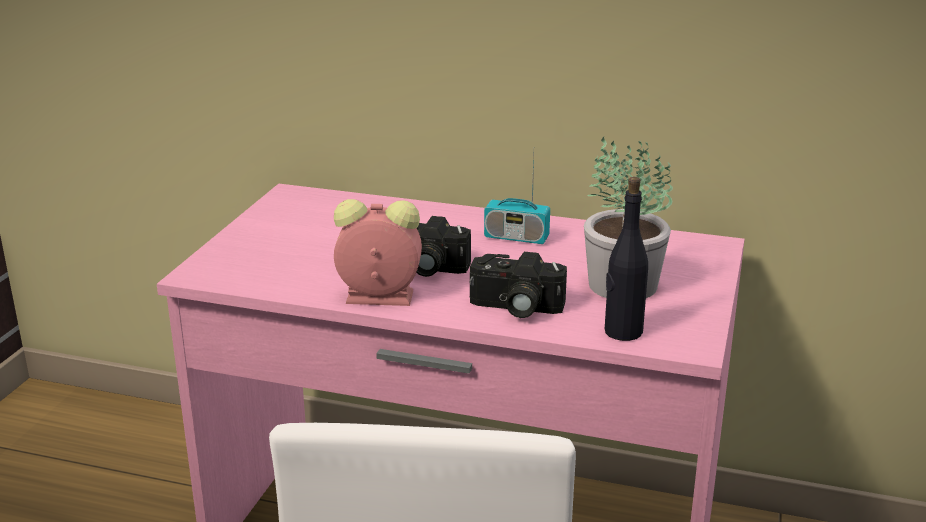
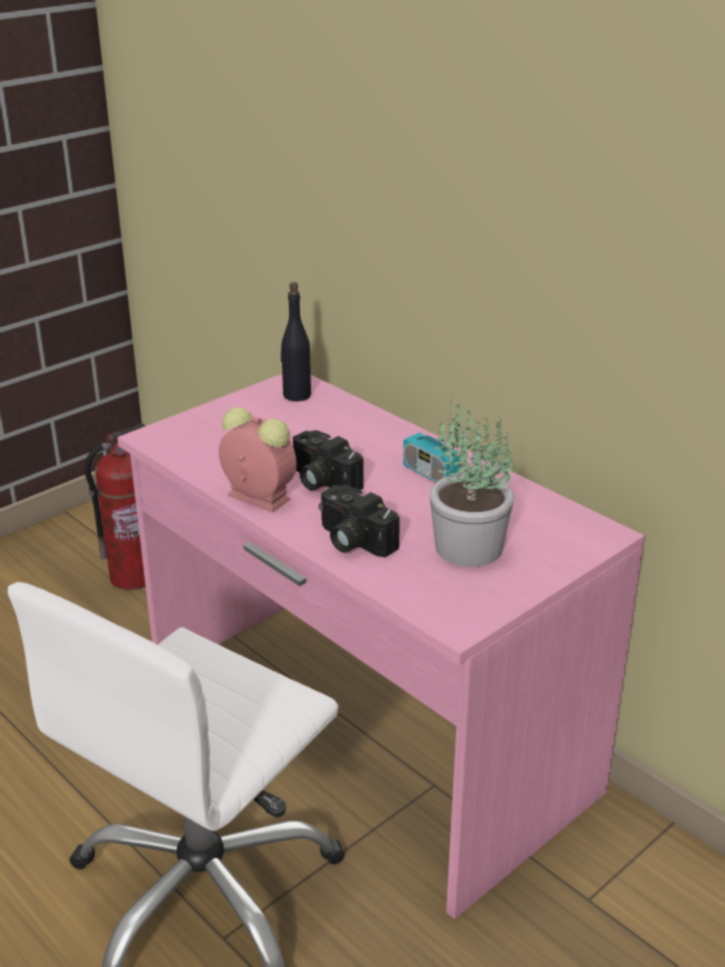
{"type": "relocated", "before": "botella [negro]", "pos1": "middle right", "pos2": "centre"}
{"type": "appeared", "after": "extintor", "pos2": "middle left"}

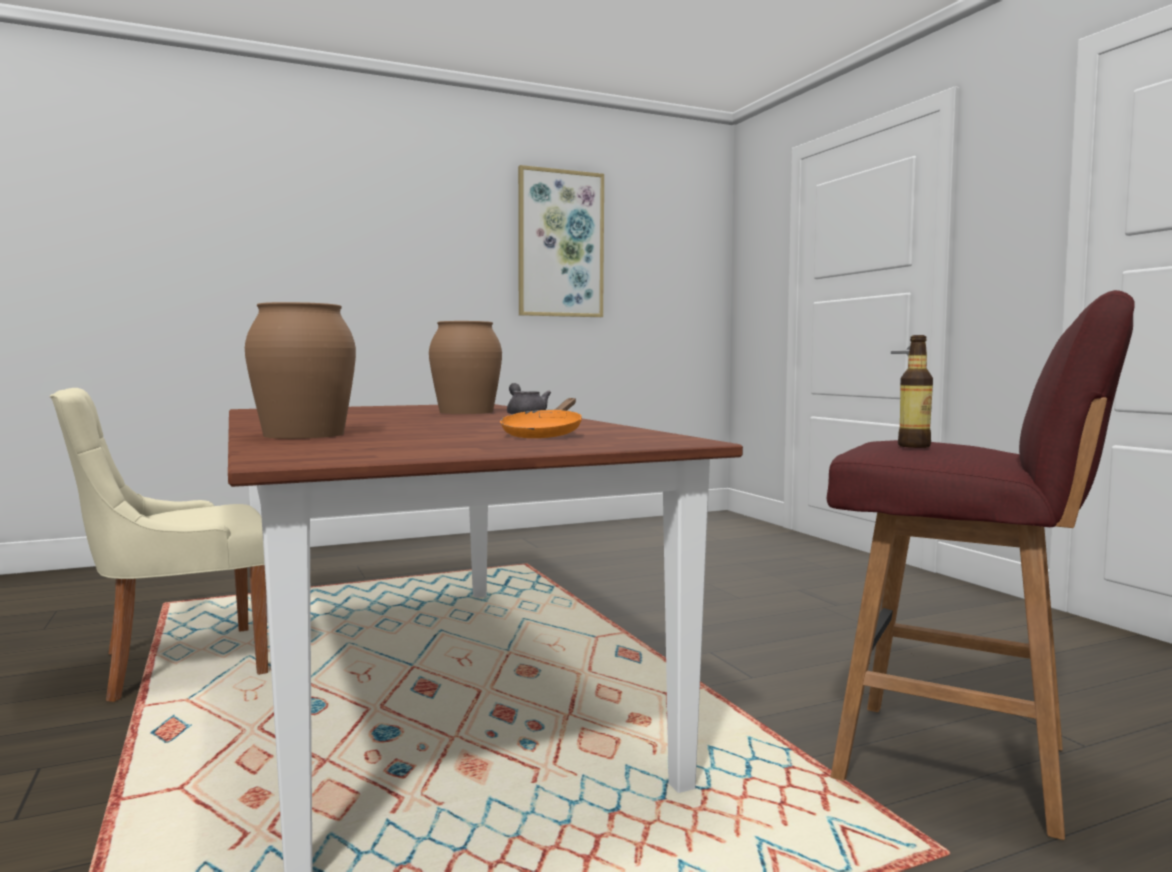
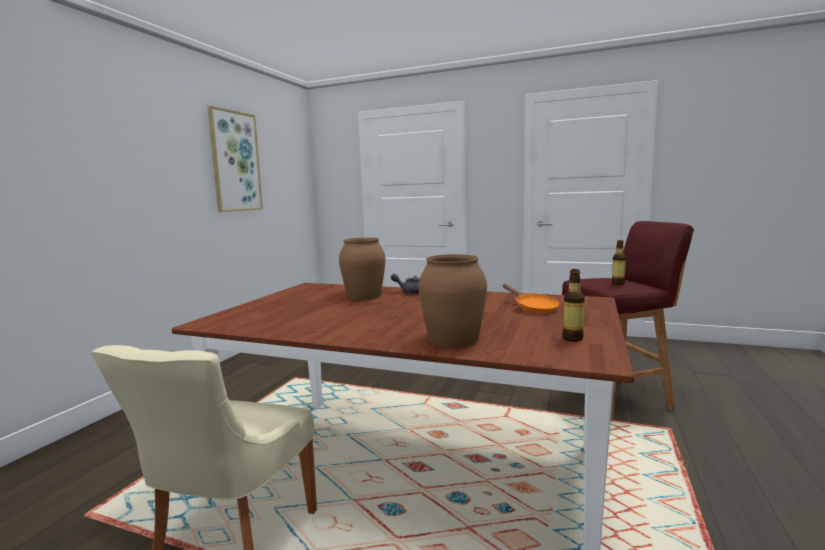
{"type": "appeared", "after": "botella (no. 1 from left)", "pos2": "middle right"}

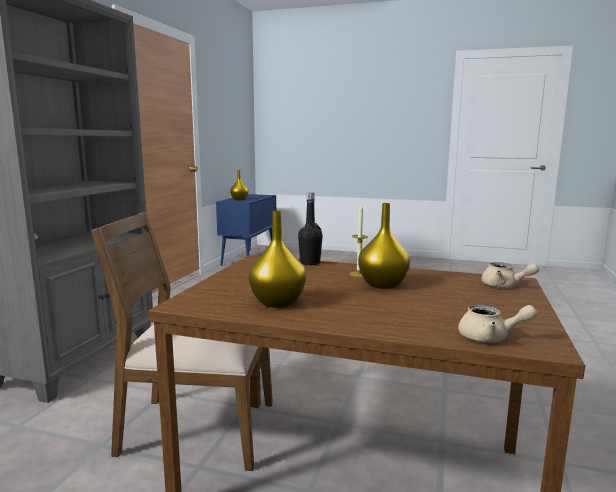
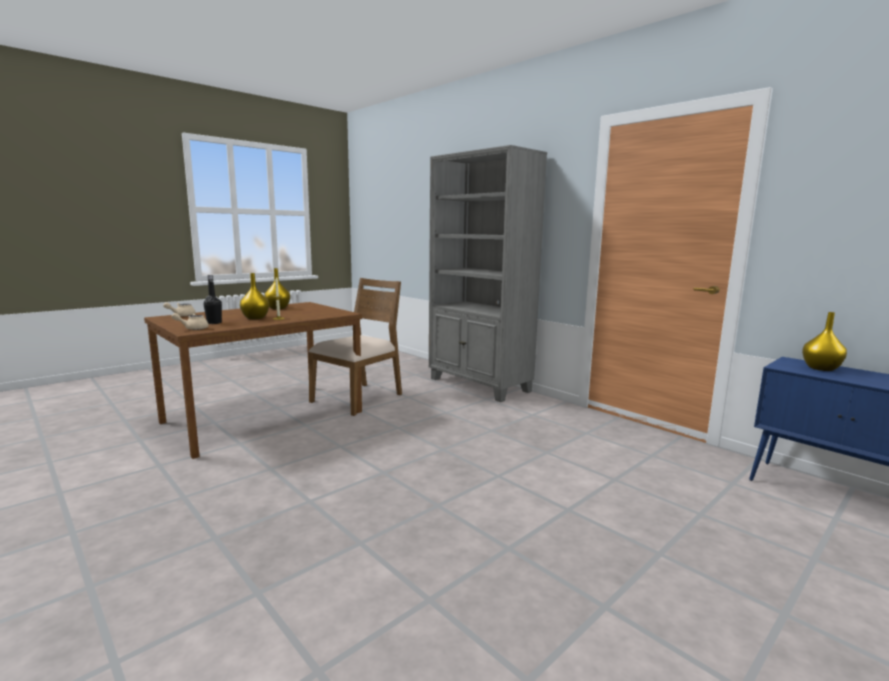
{"type": "relocated", "before": "botella [negro]", "pos1": "centre", "pos2": "middle left"}

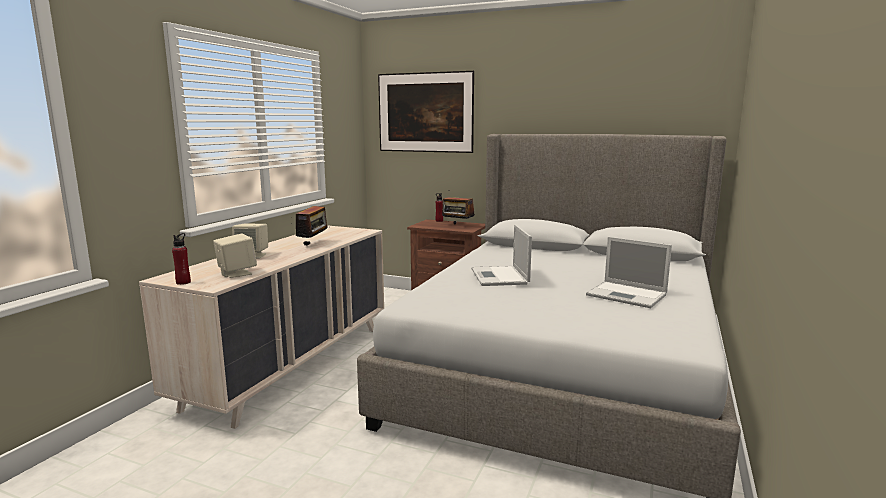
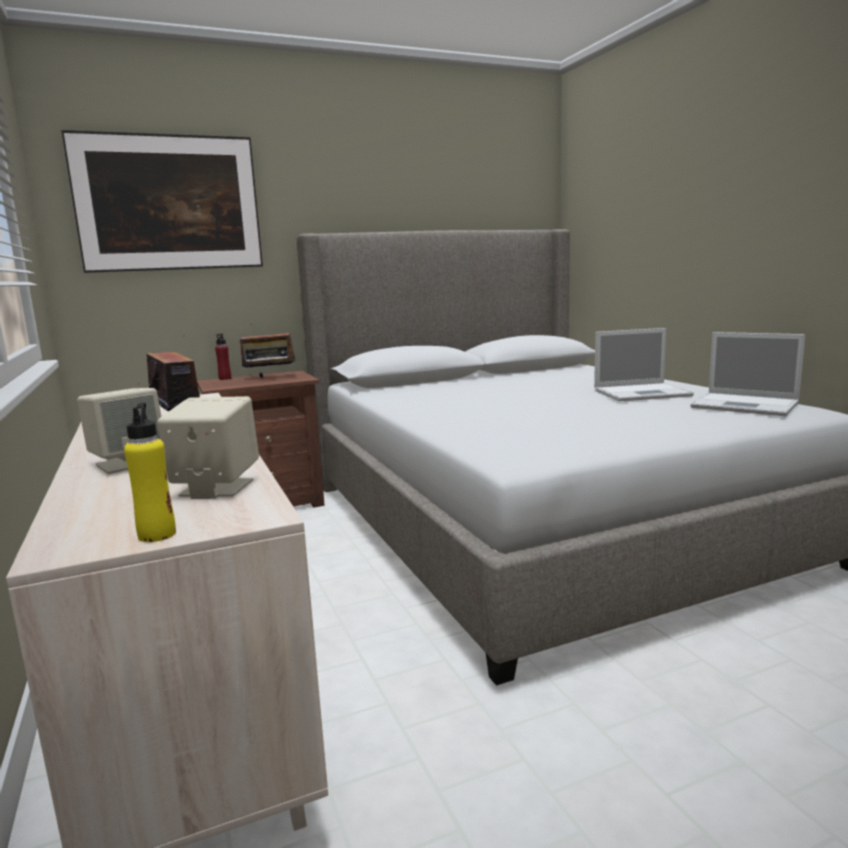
{"type": "relocated", "before": "portátil (no. 1 from left in the first image)", "after": "portátil (no. 2 from left)", "pos1": "centre", "pos2": "middle right"}
{"type": "colour", "before": "botella [rojo] (no. 1 from left)", "after": "botella [amarillo]", "pos1": "middle left", "pos2": "middle left"}

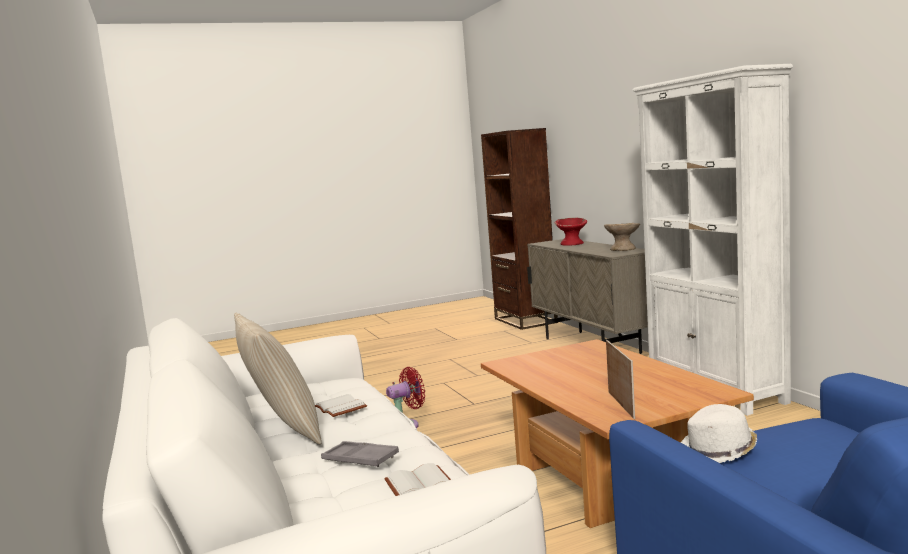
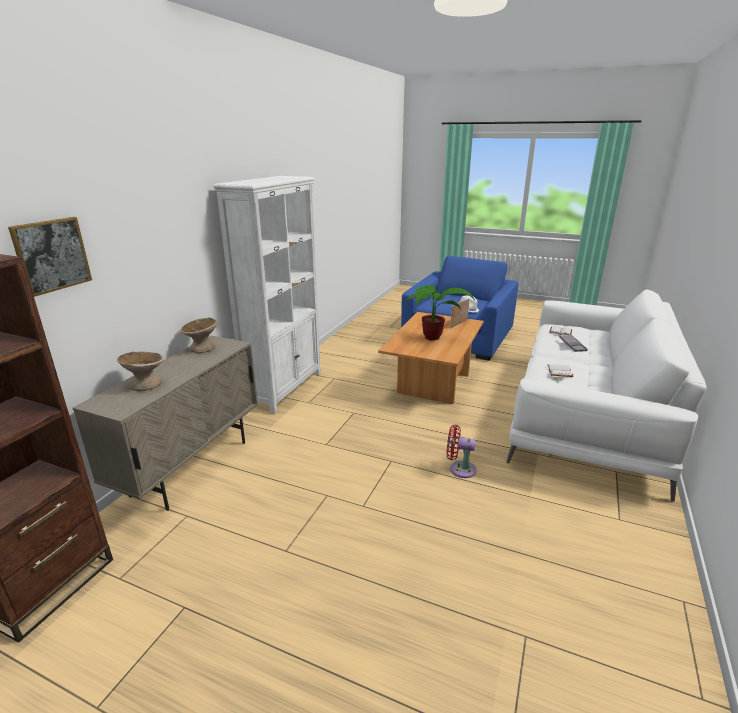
{"type": "colour", "before": "cuenco [rojo]", "after": "cuenco [beis] (no. 1 from left)", "pos1": "centre", "pos2": "middle left"}
{"type": "missing", "before": "cojín [beis]", "pos1": "bottom left"}
{"type": "appeared", "after": "cuadro", "pos2": "middle left"}
{"type": "appeared", "after": "planta en maceta", "pos2": "centre"}

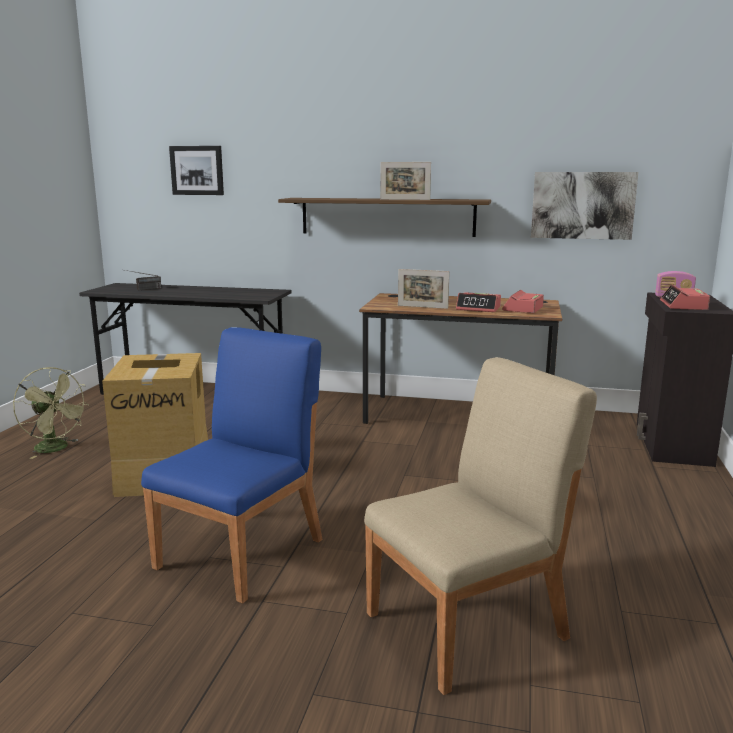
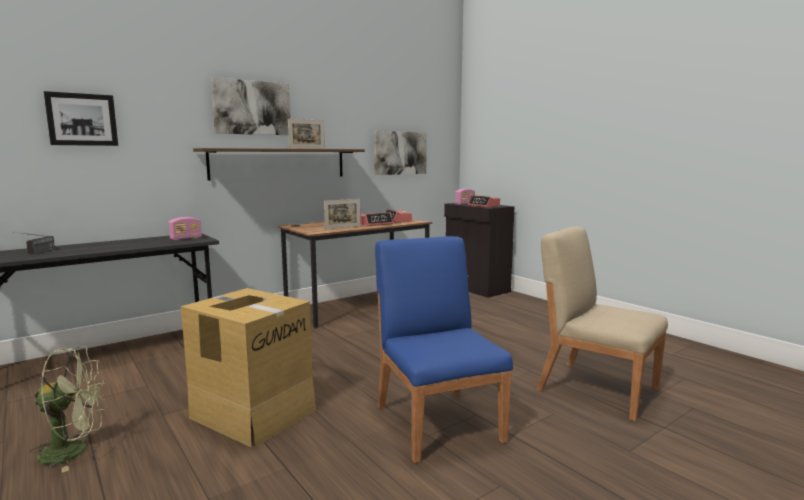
{"type": "spun", "before": "silla [beis]", "pos1": "bottom centre", "pos2": "middle right", "turn": -60}
{"type": "appeared", "after": "cuadro (no. 2 from left)", "pos2": "top left"}
{"type": "appeared", "after": "radio (no. 2 from left)", "pos2": "middle left"}

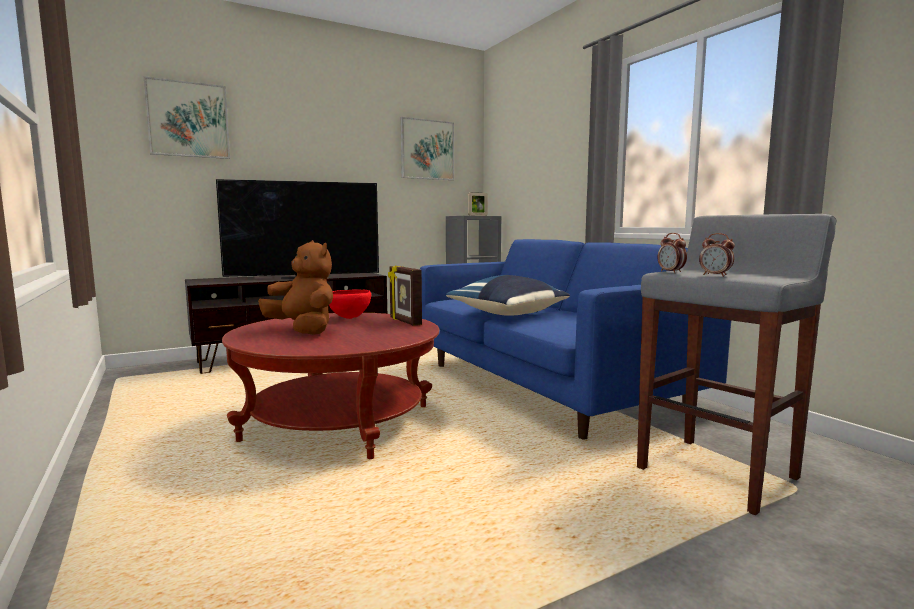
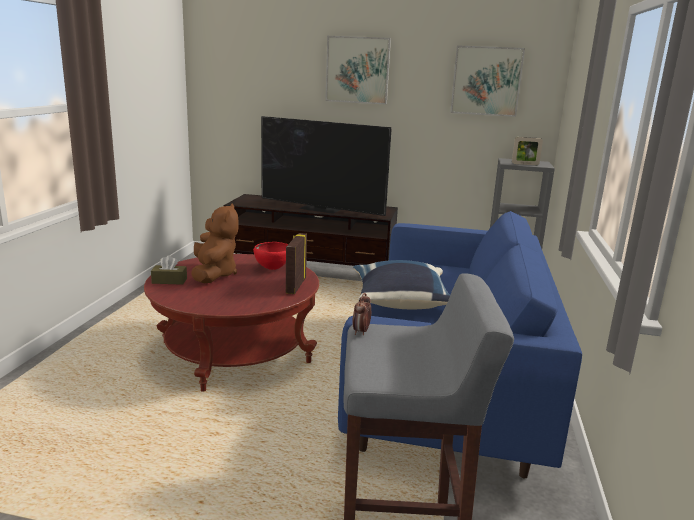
{"type": "relocated", "before": "cuadro (no. 1 from left)", "pos1": "top left", "pos2": "top centre"}
{"type": "missing", "before": "despertador (no. 2 from left)", "pos1": "middle right"}
{"type": "appeared", "after": "caja de pañuelos [marrón]", "pos2": "middle left"}

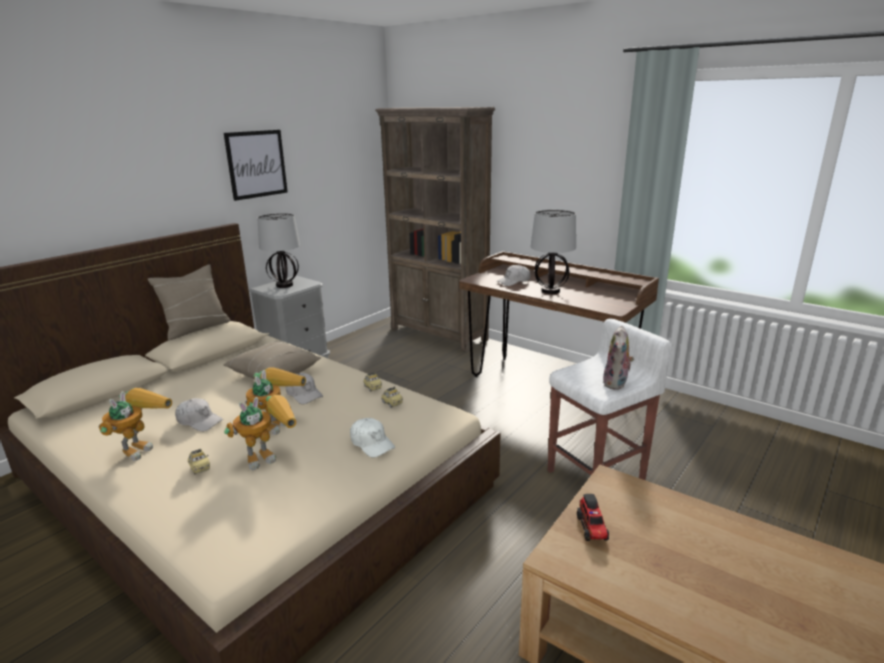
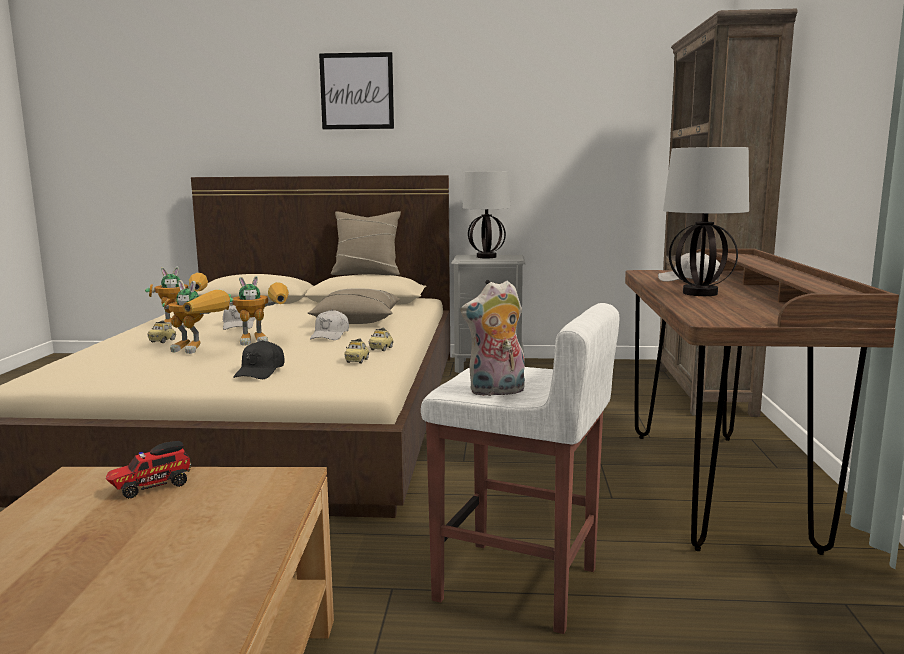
{"type": "relocated", "before": "cuadro", "pos1": "top left", "pos2": "top centre"}
{"type": "colour", "before": "gorra [blanco] (no. 3 from left)", "after": "gorra [negro]", "pos1": "centre", "pos2": "middle left"}

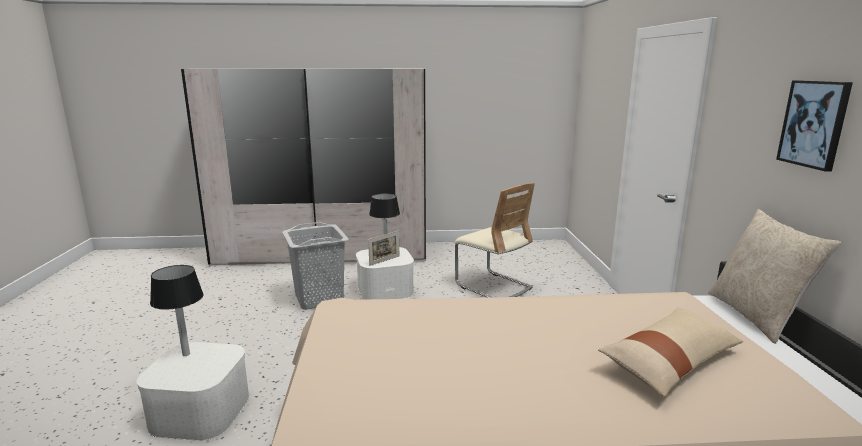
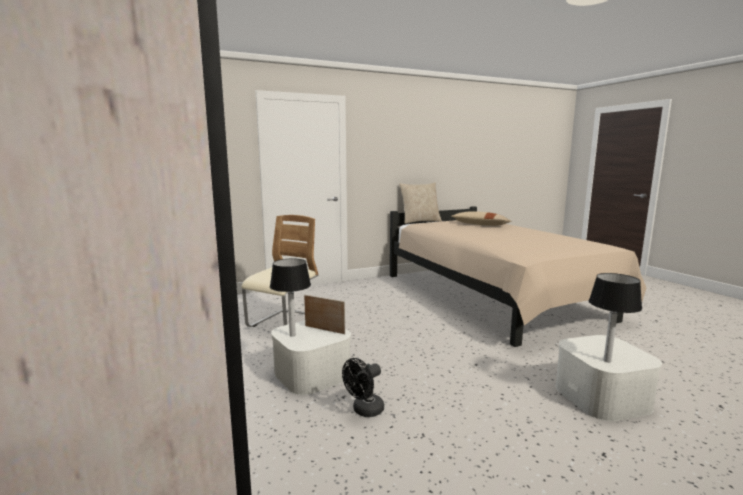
{"type": "missing", "before": "cuadro", "pos1": "top right"}
{"type": "exchanged", "before": "cesto de la ropa [gris]", "after": "ventilador [negro]", "pos1": "centre", "pos2": "bottom centre"}

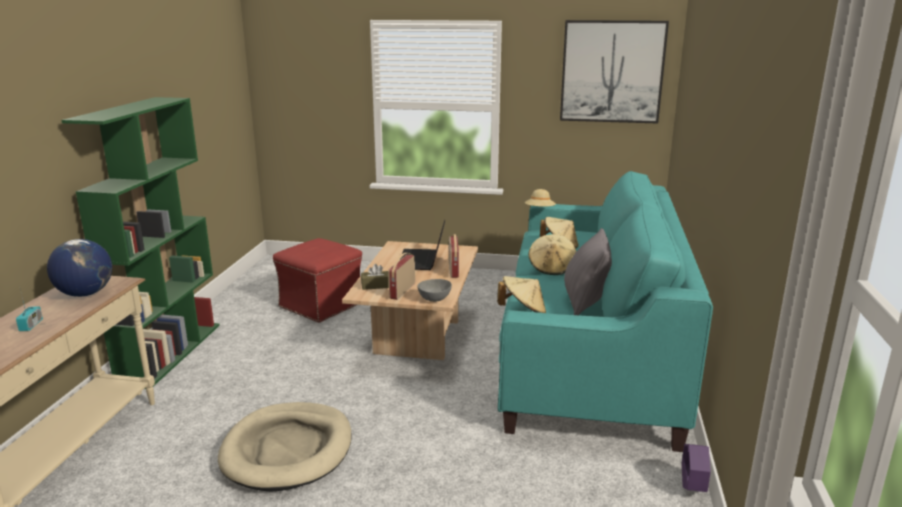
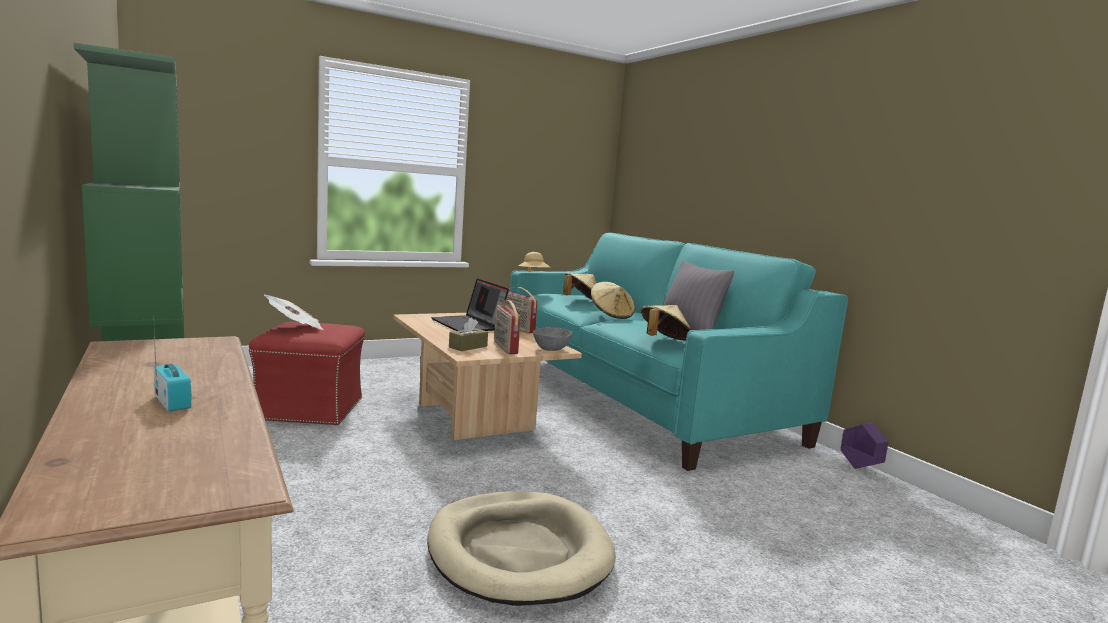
{"type": "missing", "before": "cuadro", "pos1": "top right"}
{"type": "missing", "before": "globo terráqueo", "pos1": "middle left"}
{"type": "appeared", "after": "periódico", "pos2": "middle left"}

